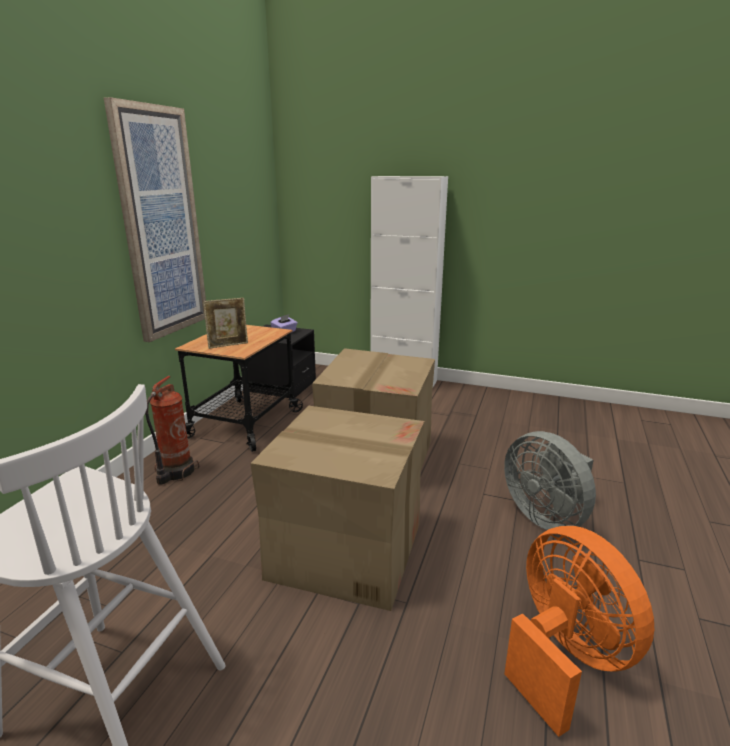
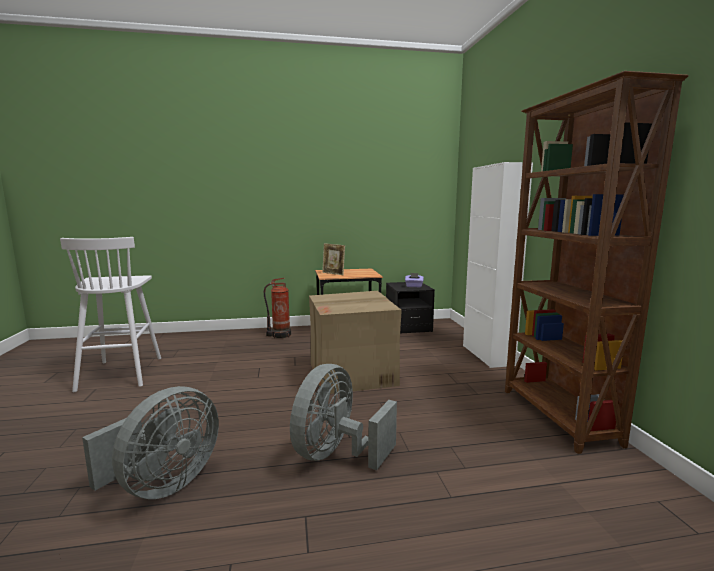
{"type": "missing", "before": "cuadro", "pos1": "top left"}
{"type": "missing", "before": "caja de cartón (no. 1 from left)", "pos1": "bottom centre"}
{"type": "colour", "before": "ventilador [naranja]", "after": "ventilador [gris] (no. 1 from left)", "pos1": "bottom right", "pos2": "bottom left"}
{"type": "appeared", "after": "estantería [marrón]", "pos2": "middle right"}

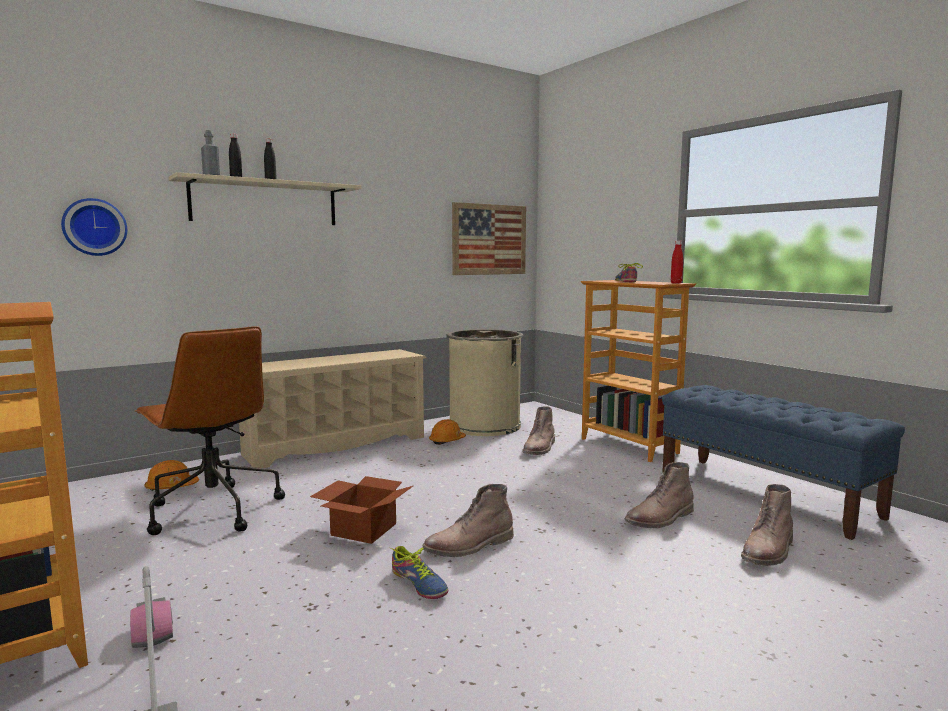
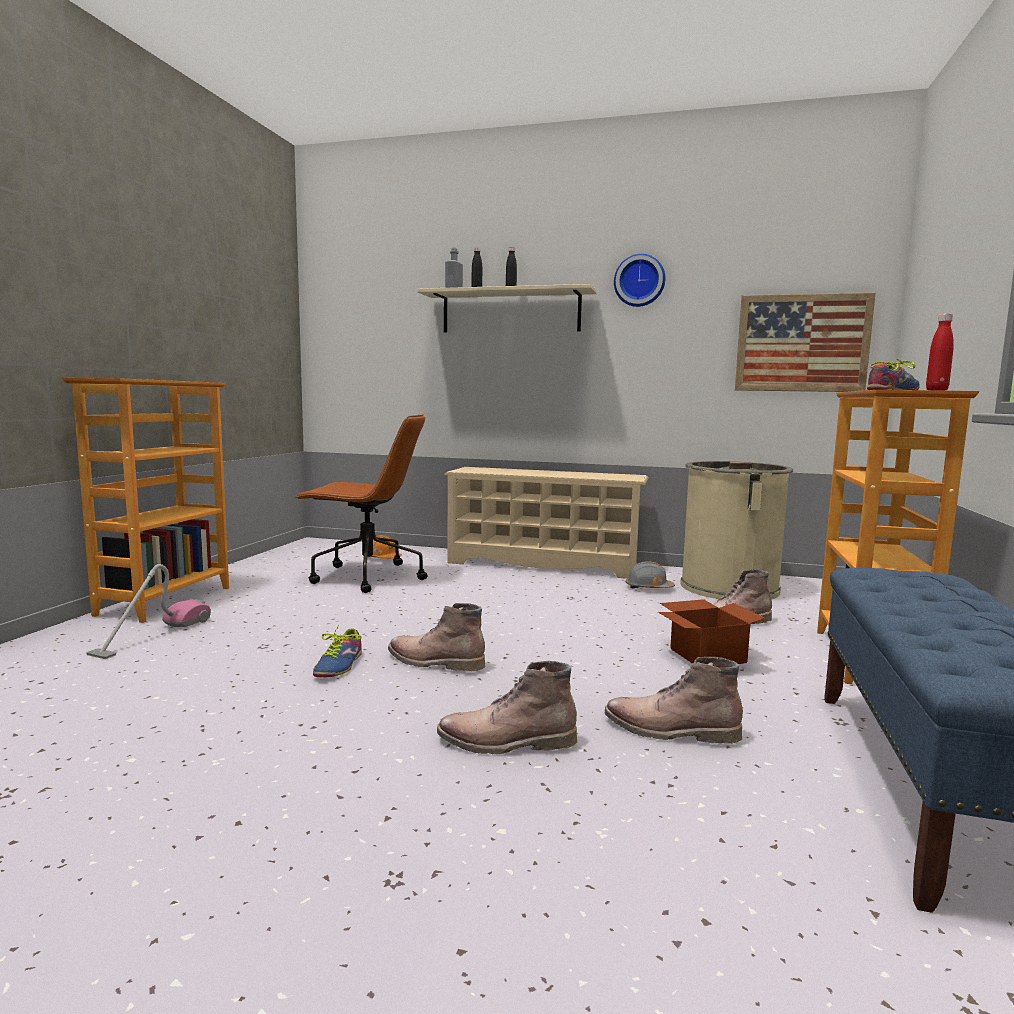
{"type": "relocated", "before": "reloj de pared", "pos1": "top left", "pos2": "top centre"}
{"type": "spun", "before": "silla de oficina [marrón]", "pos1": "middle left", "pos2": "centre", "turn": -90}
{"type": "colour", "before": "casco [naranja] (no. 2 from left)", "after": "casco [gris]", "pos1": "centre", "pos2": "centre"}
{"type": "relocated", "before": "caja de cartón", "pos1": "bottom centre", "pos2": "middle right"}
{"type": "relocated", "before": "bota [marrón] (no. 4 from left in the first image)", "after": "bota [marrón] (no. 2 from left)", "pos1": "bottom right", "pos2": "bottom centre"}

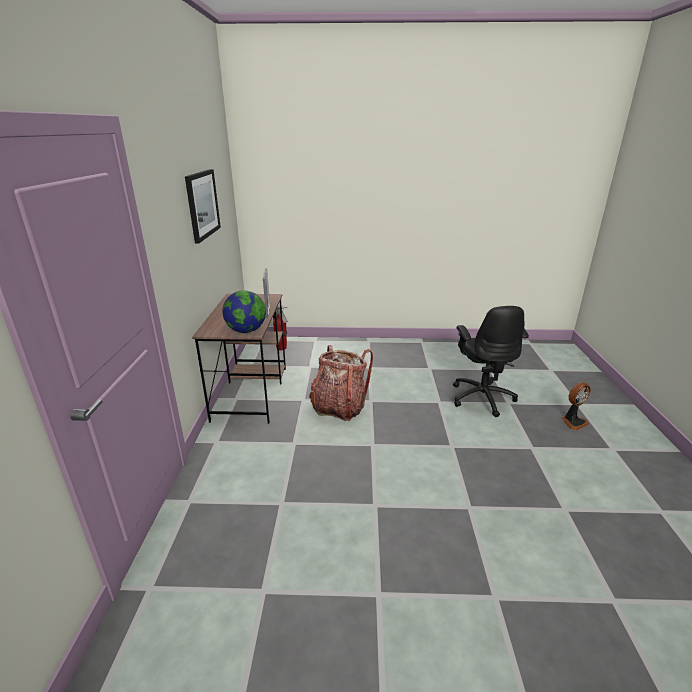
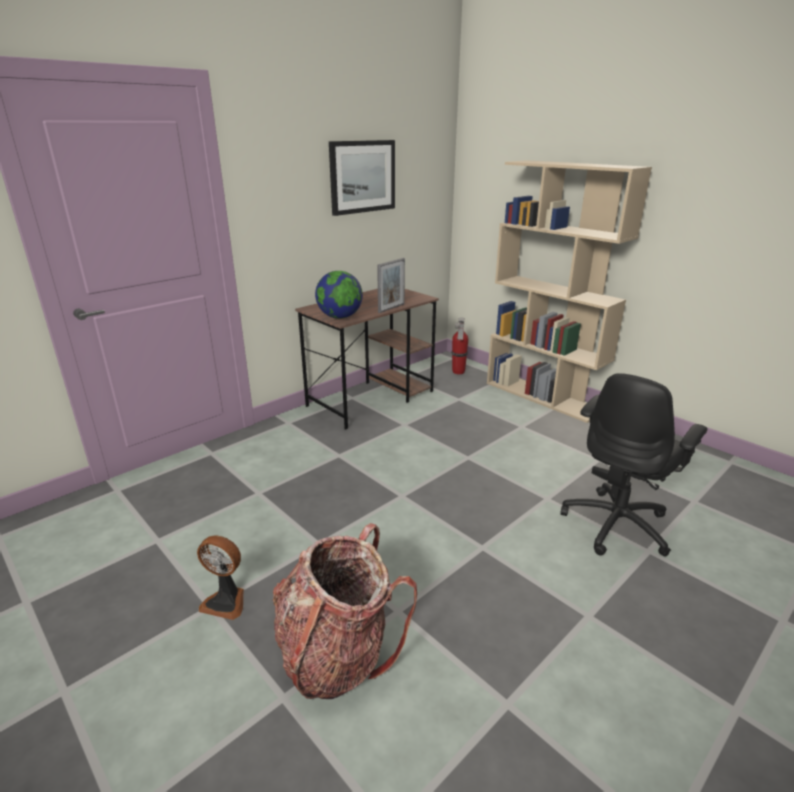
{"type": "relocated", "before": "mochila", "pos1": "centre", "pos2": "bottom centre"}
{"type": "relocated", "before": "ventilador", "pos1": "middle right", "pos2": "bottom left"}
{"type": "appeared", "after": "estantería [beis]", "pos2": "middle right"}

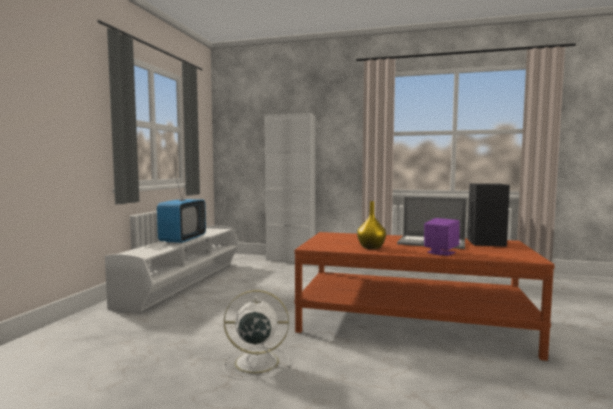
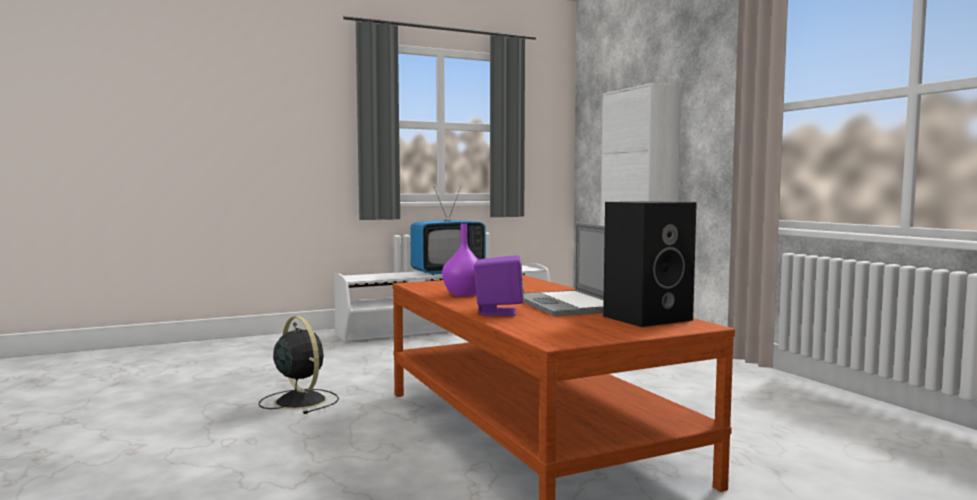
{"type": "colour", "before": "florero [amarillo]", "after": "florero [morado]", "pos1": "centre", "pos2": "centre"}
{"type": "colour", "before": "ventilador [blanco]", "after": "ventilador [negro]", "pos1": "bottom centre", "pos2": "bottom left"}

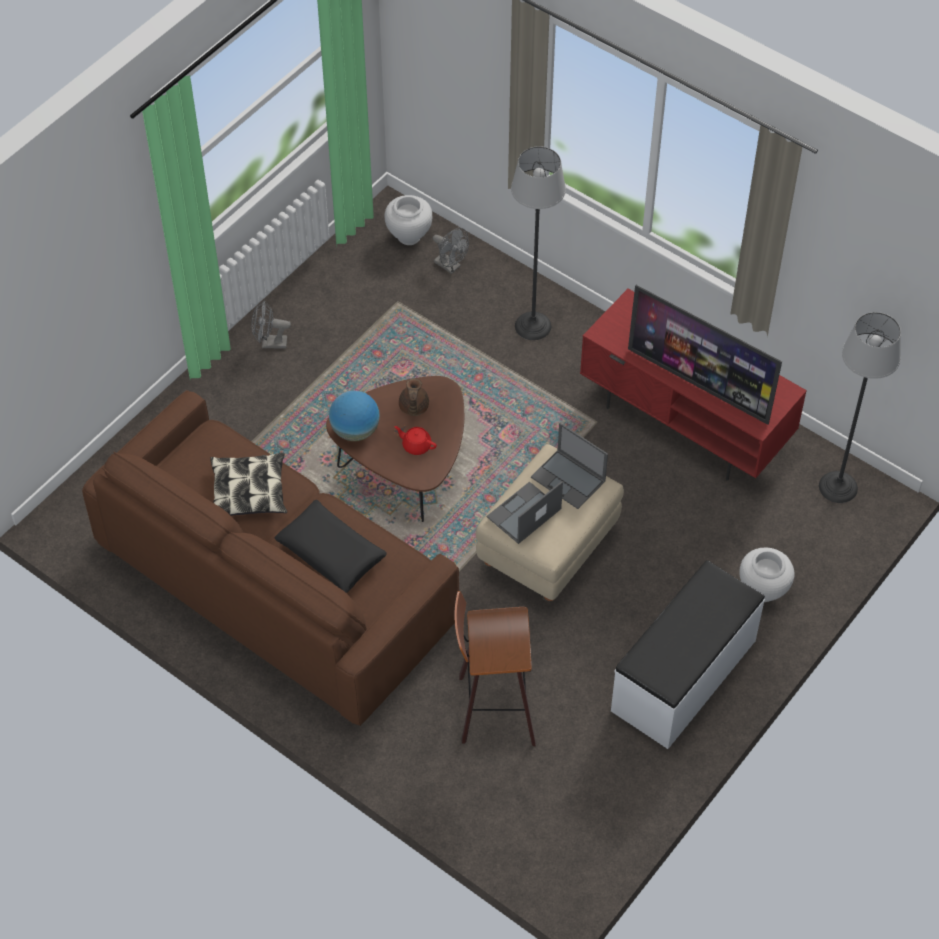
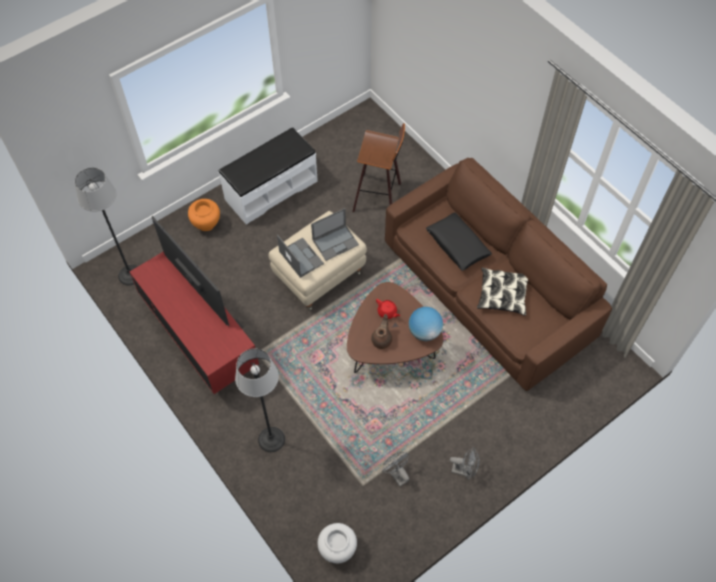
{"type": "relocated", "before": "ventilador [gris] (no. 2 from left in the first image)", "after": "ventilador [gris] (no. 1 from left)", "pos1": "top centre", "pos2": "bottom centre"}
{"type": "colour", "before": "florero [blanco] (no. 2 from left)", "after": "florero [naranja]", "pos1": "middle right", "pos2": "middle left"}

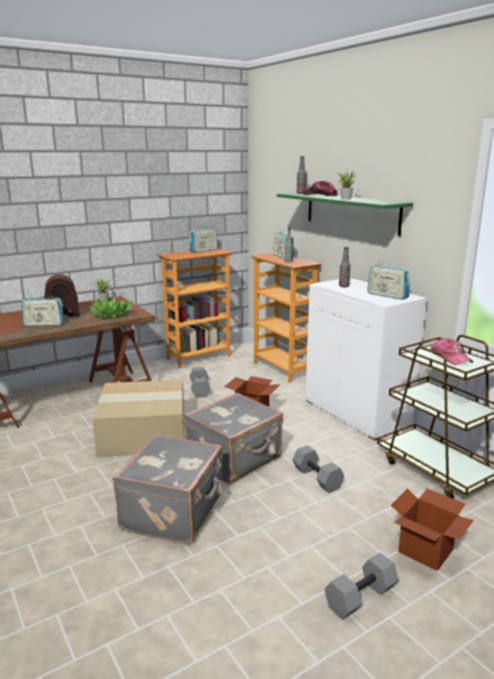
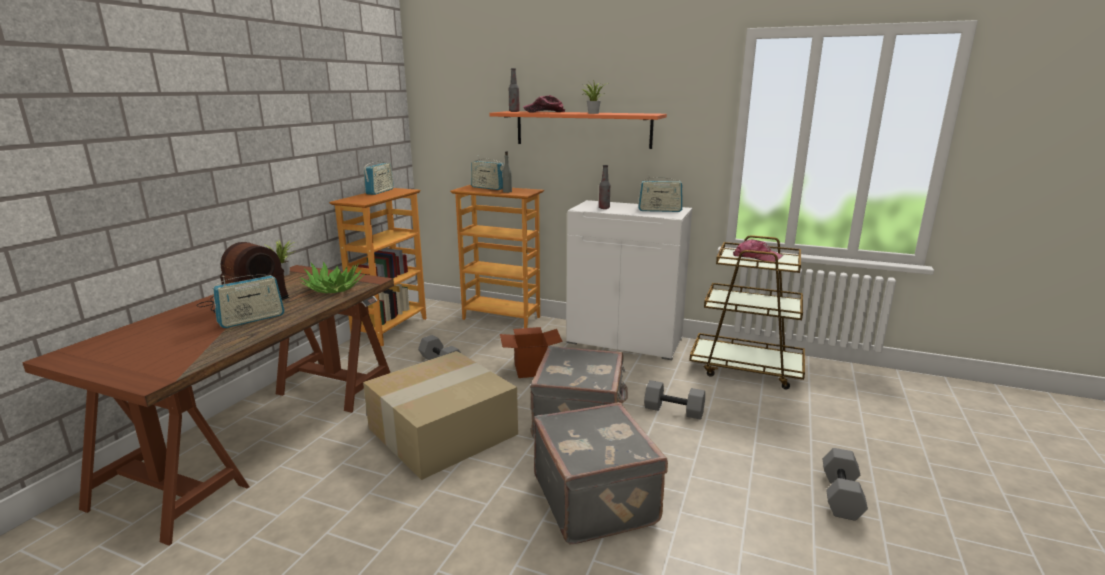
{"type": "colour", "before": "estante [verde]", "after": "estante [naranja]", "pos1": "top right", "pos2": "top centre"}
{"type": "missing", "before": "caja de cartón (no. 3 from left)", "pos1": "bottom right"}

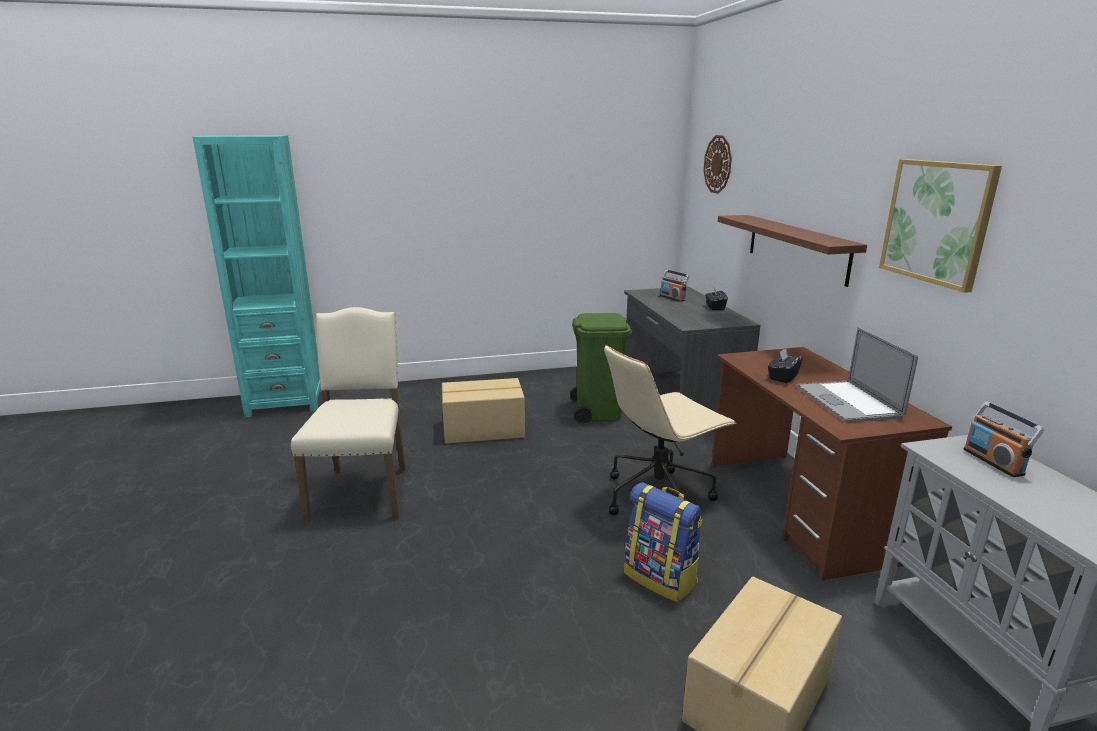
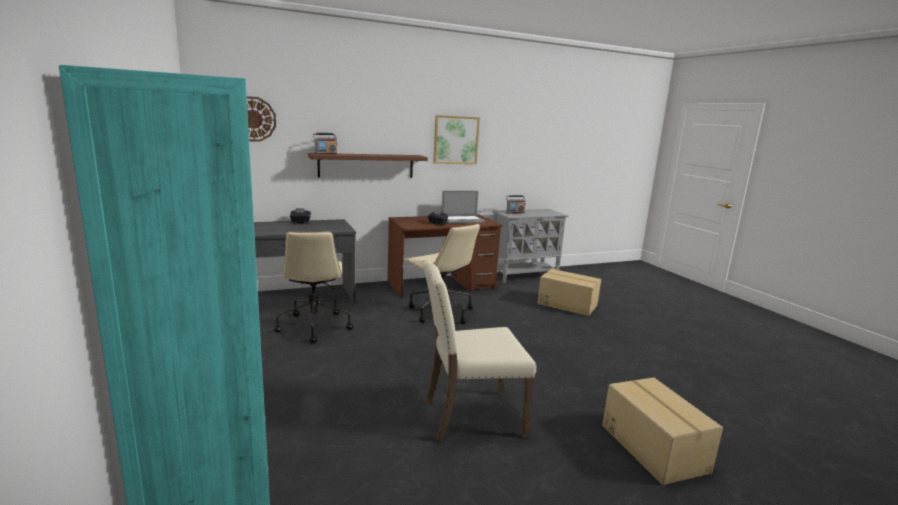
{"type": "relocated", "before": "radio (no. 1 from left)", "pos1": "centre", "pos2": "top centre"}
{"type": "exchanged", "before": "papelera [verde]", "after": "silla de oficina [beis] (no. 1 from left)", "pos1": "centre", "pos2": "centre"}
{"type": "relocated", "before": "caja de cartón (no. 1 from left in the first image)", "after": "caja de cartón (no. 2 from left)", "pos1": "centre", "pos2": "bottom right"}
{"type": "missing", "before": "mochila", "pos1": "bottom centre"}

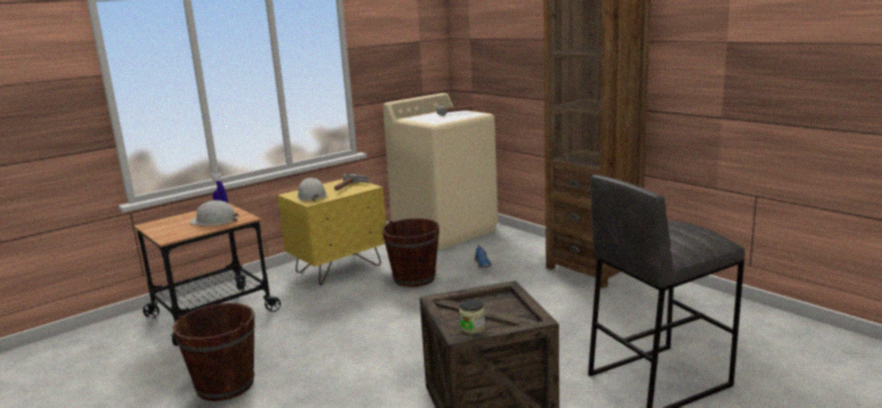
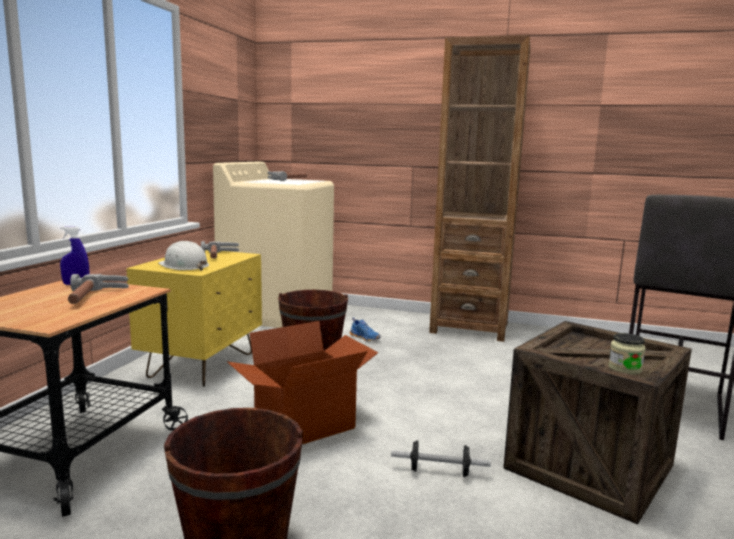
{"type": "exchanged", "before": "casco [blanco] (no. 1 from left)", "after": "martillo (no. 1 from left)", "pos1": "middle left", "pos2": "middle left"}
{"type": "appeared", "after": "caja de cartón", "pos2": "bottom centre"}
{"type": "appeared", "after": "mancuerna", "pos2": "bottom centre"}

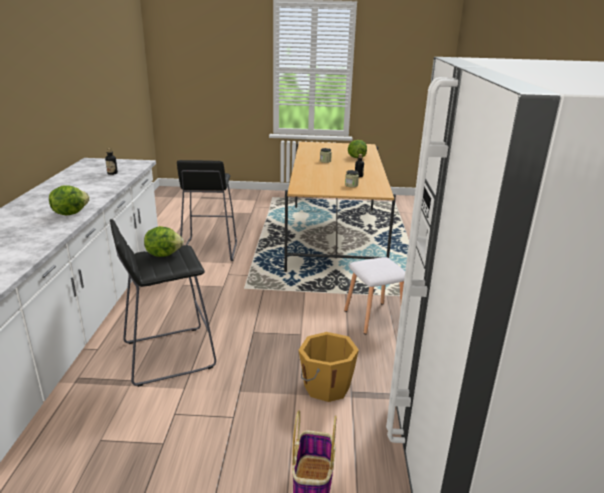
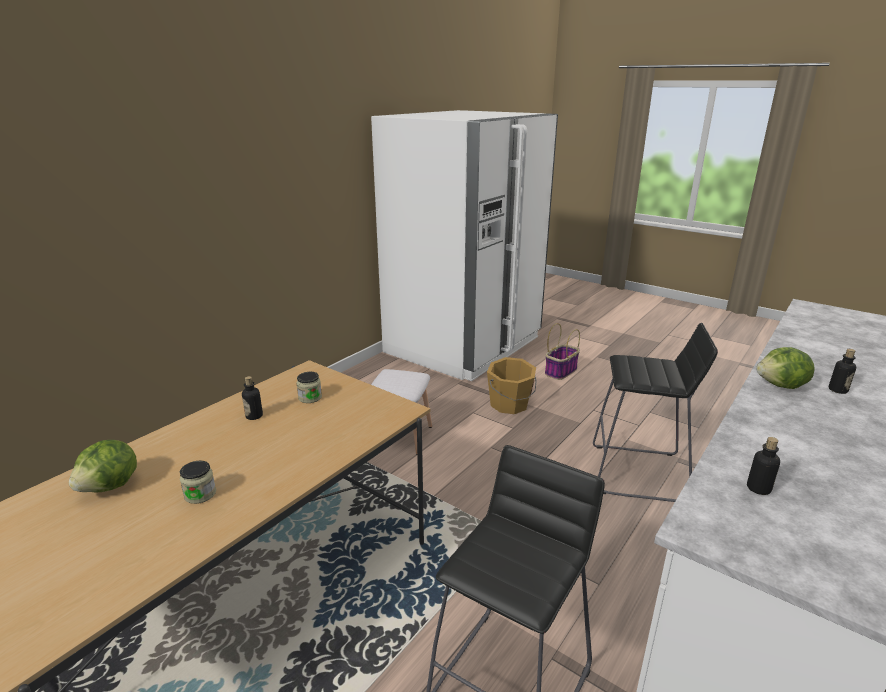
{"type": "missing", "before": "lechuga (no. 2 from left)", "pos1": "middle left"}
{"type": "appeared", "after": "botella (no. 3 from left)", "pos2": "middle right"}

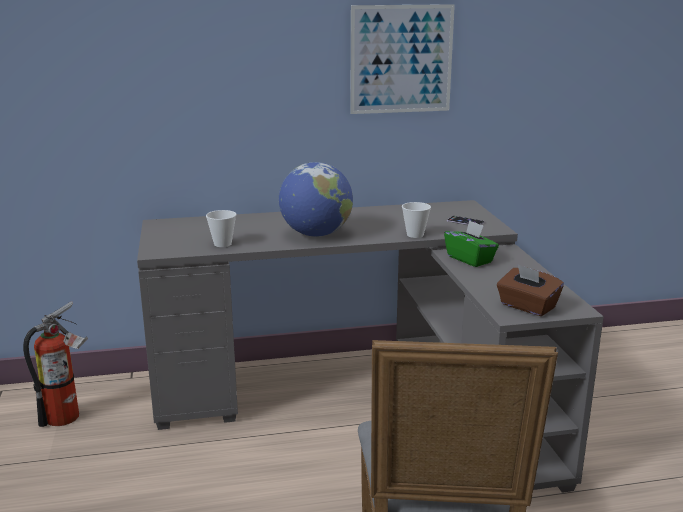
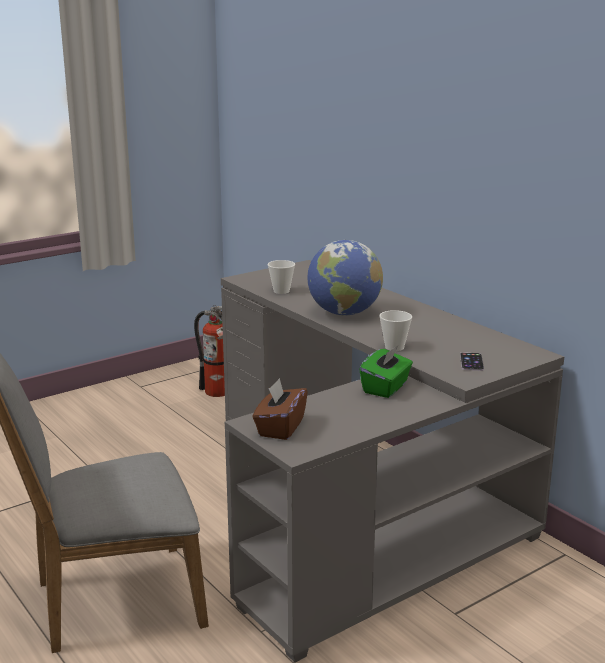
{"type": "missing", "before": "cuadro", "pos1": "top centre"}

